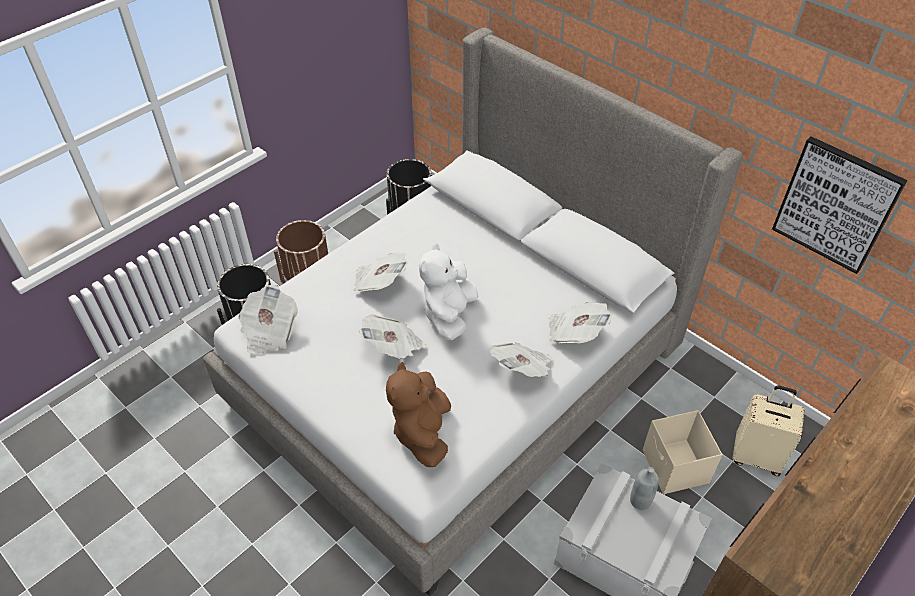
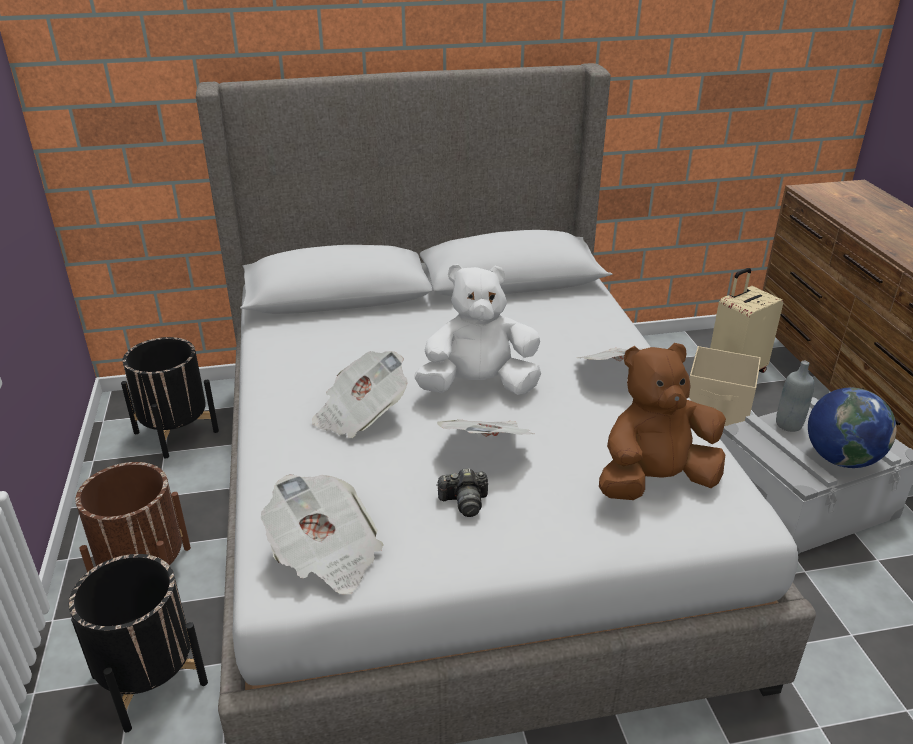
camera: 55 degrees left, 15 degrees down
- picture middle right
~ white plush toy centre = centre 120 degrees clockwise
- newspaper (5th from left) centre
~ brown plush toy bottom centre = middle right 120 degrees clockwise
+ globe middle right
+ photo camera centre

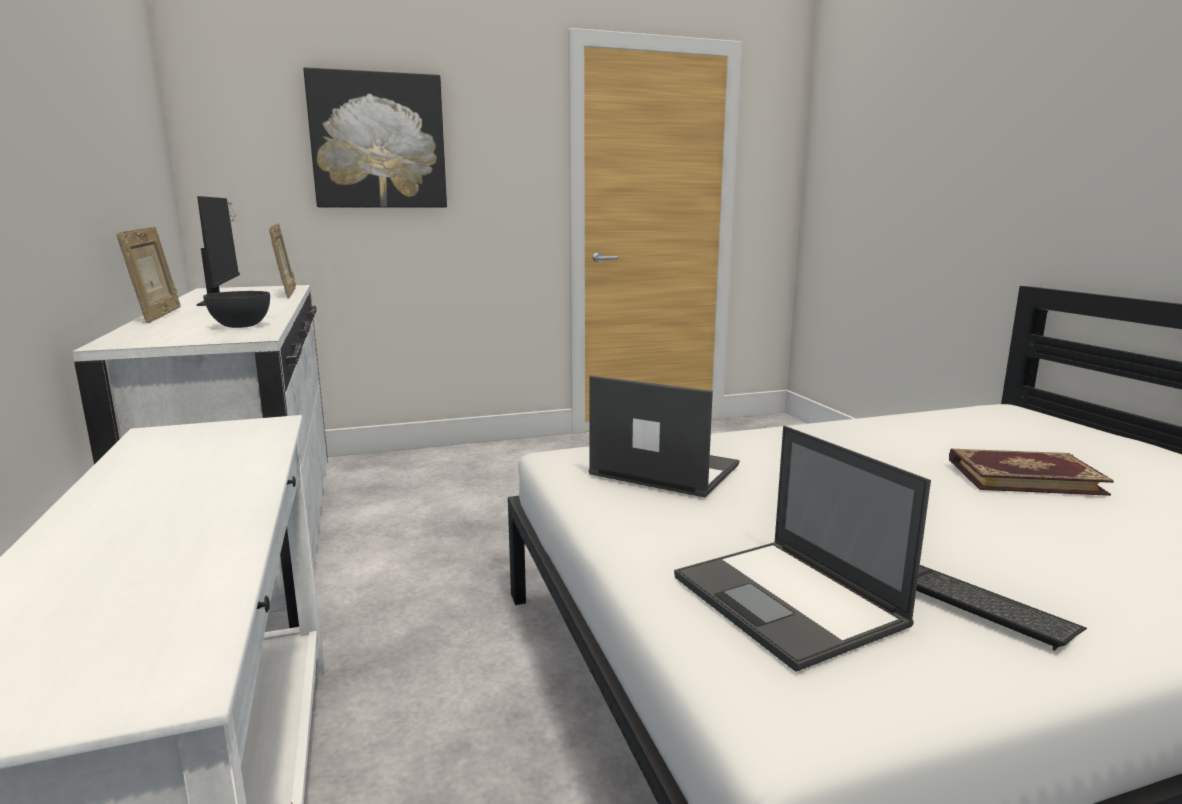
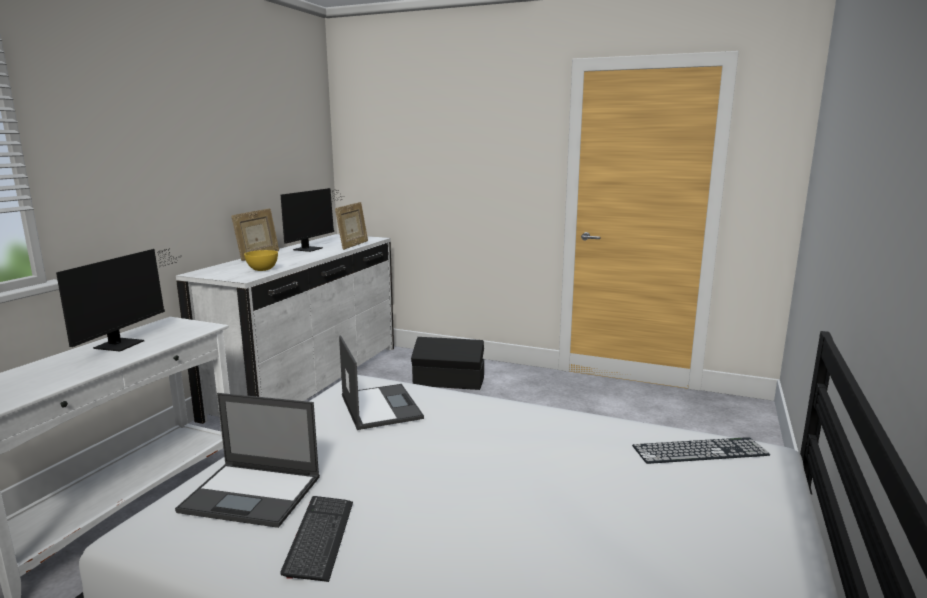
camera: 40 degrees right, 0 degrees up
- picture top left
~ grey bowl middle left to yellow bowl middle left
~ laptop (2nd from left in the first image) bottom right = bottom left 90 degrees counterclockwise
- book middle right
+ monitor (1st from left) middle left
+ black storage box centre
+ keyboard (2nd from left) bottom right

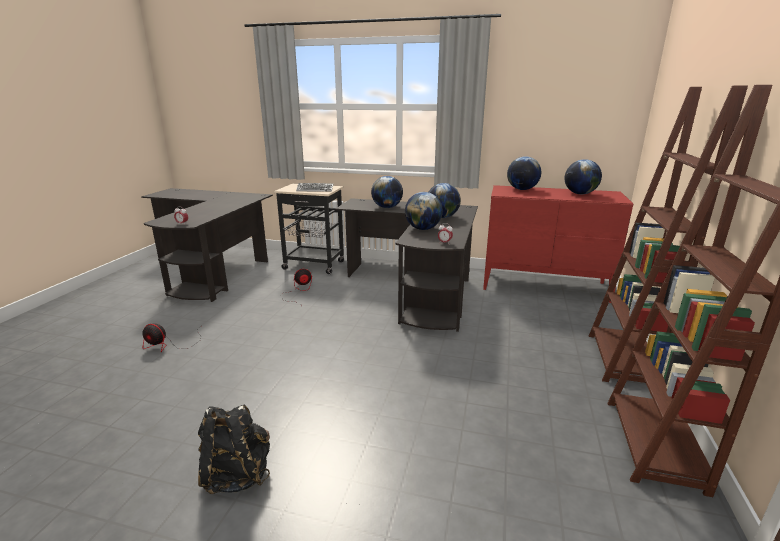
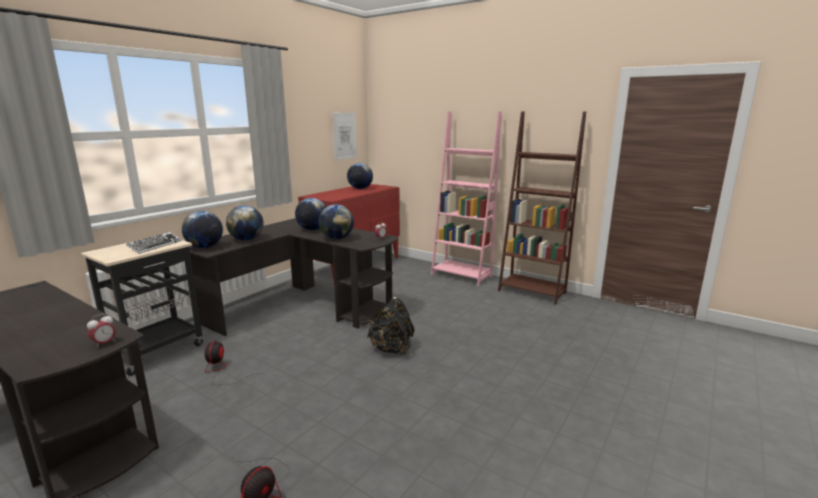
camera: 70 degrees left, 5 degrees down
~ brown bookcase (1st from left) middle right to pink bookcase centre
~ globe (4th from left in the first image) top right to globe (1st from left) middle left
~ black backpack bottom left to centre
+ picture top centre

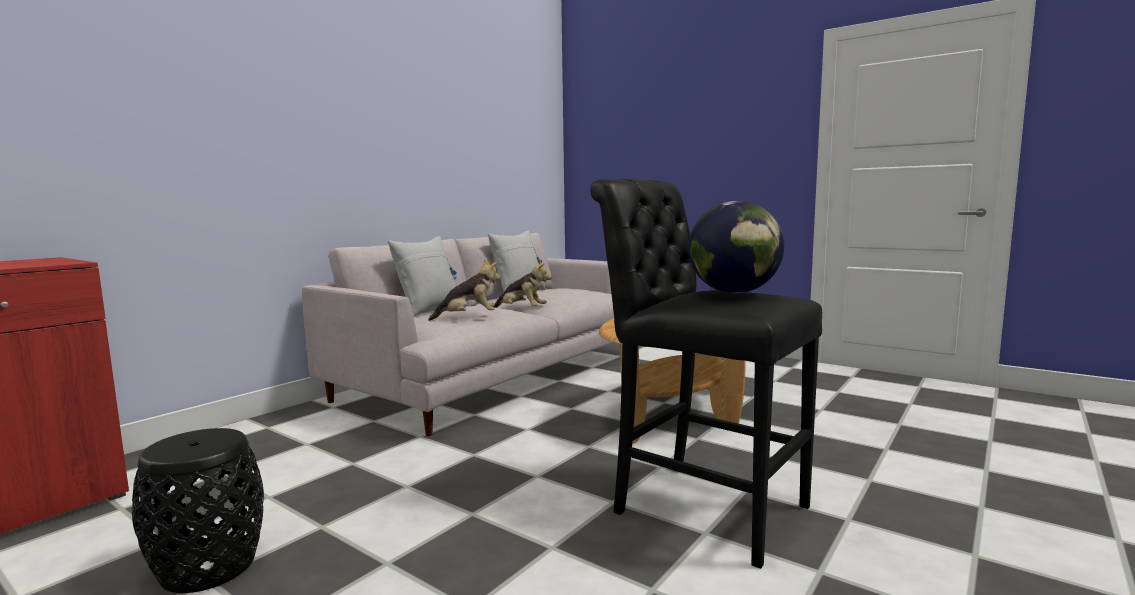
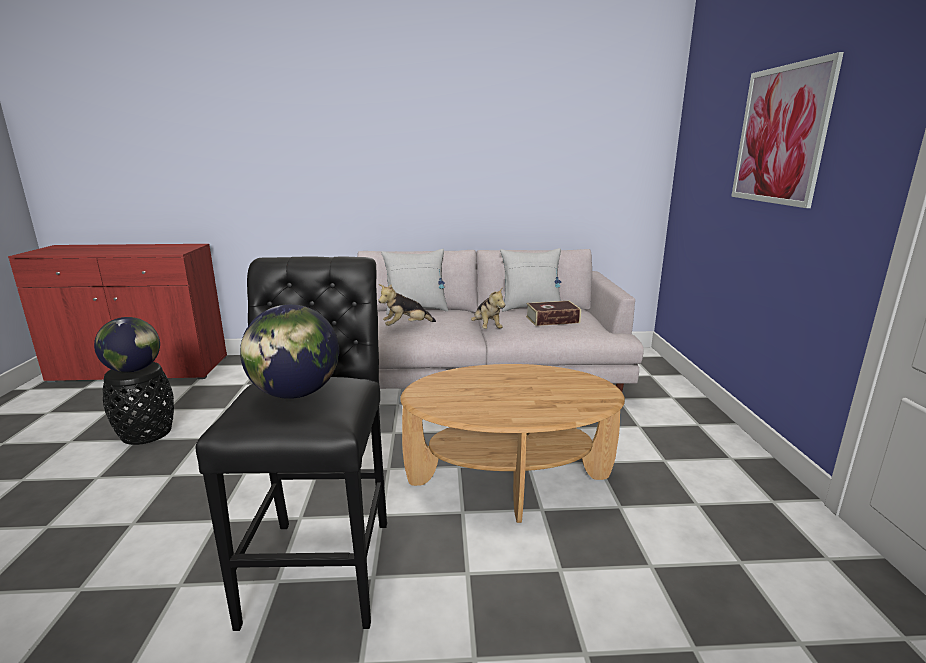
camera: 50 degrees right, 10 degrees up
~ plush toy (1st from left) centre = centre 120 degrees clockwise
+ picture top right
+ book centre
+ globe (1st from left) middle left

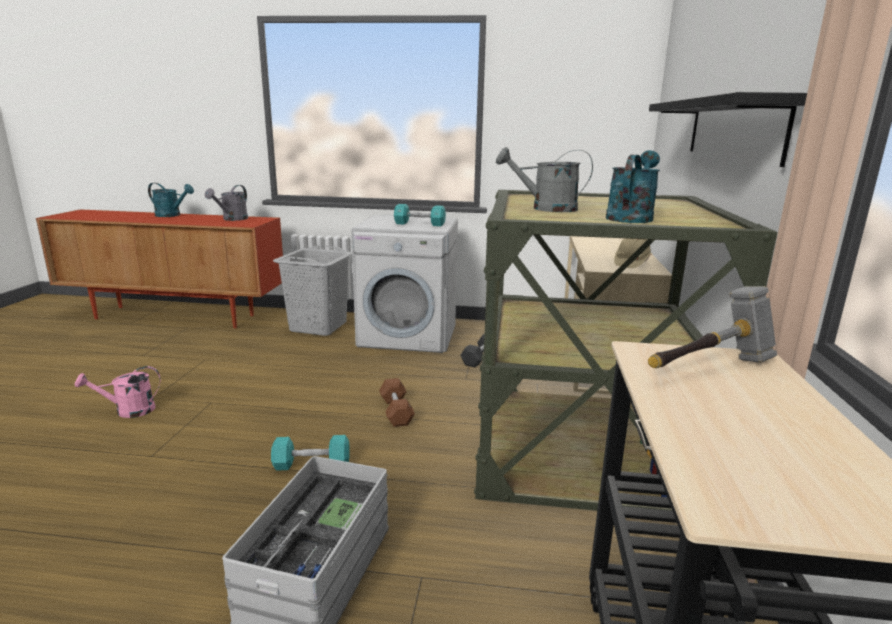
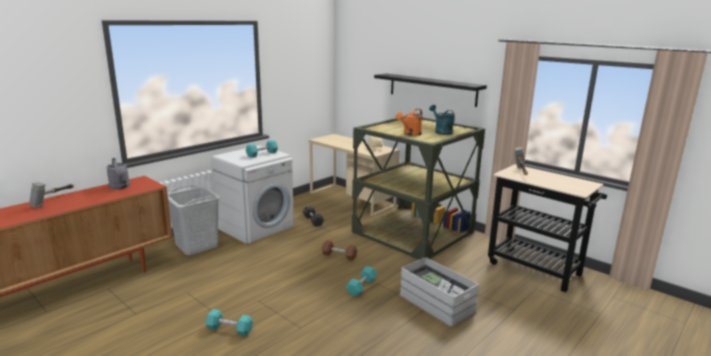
camera: 55 degrees left, 0 degrees up
~ grey watering can (2nd from left) top centre to orange watering can centre
~ turquoise watering can (1st from left) top left to hammer (1st from left) middle left
~ pink watering can middle left to turquoise dumbbell (1st from left) bottom left

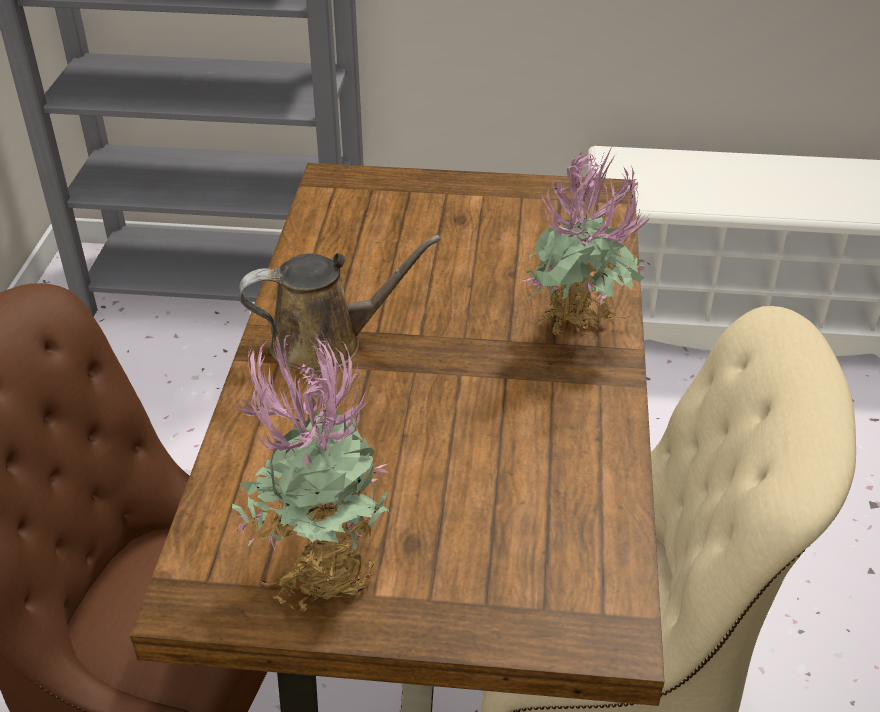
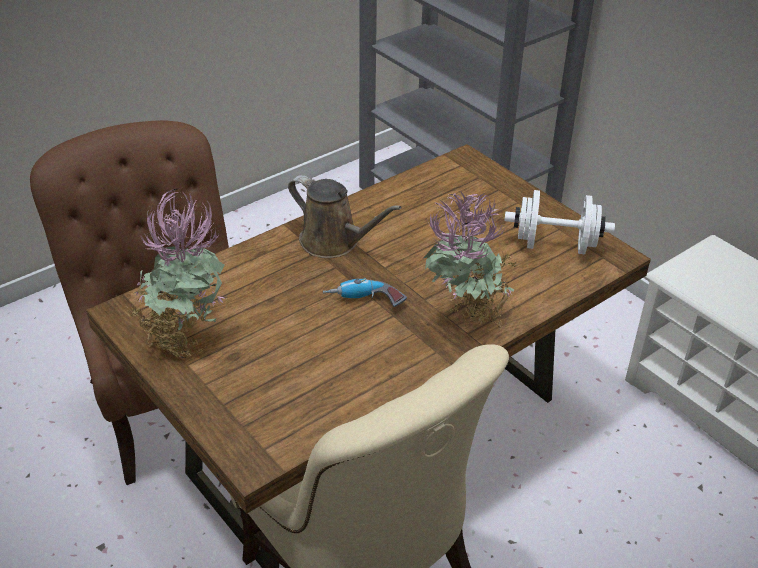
camera: 45 degrees right, 0 degrees up
+ white dumbbell middle right
+ power drill centre

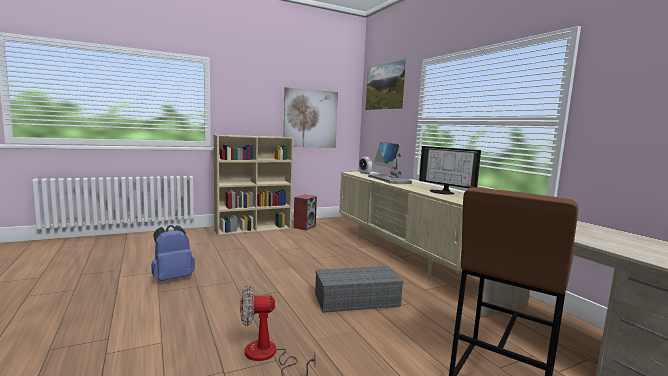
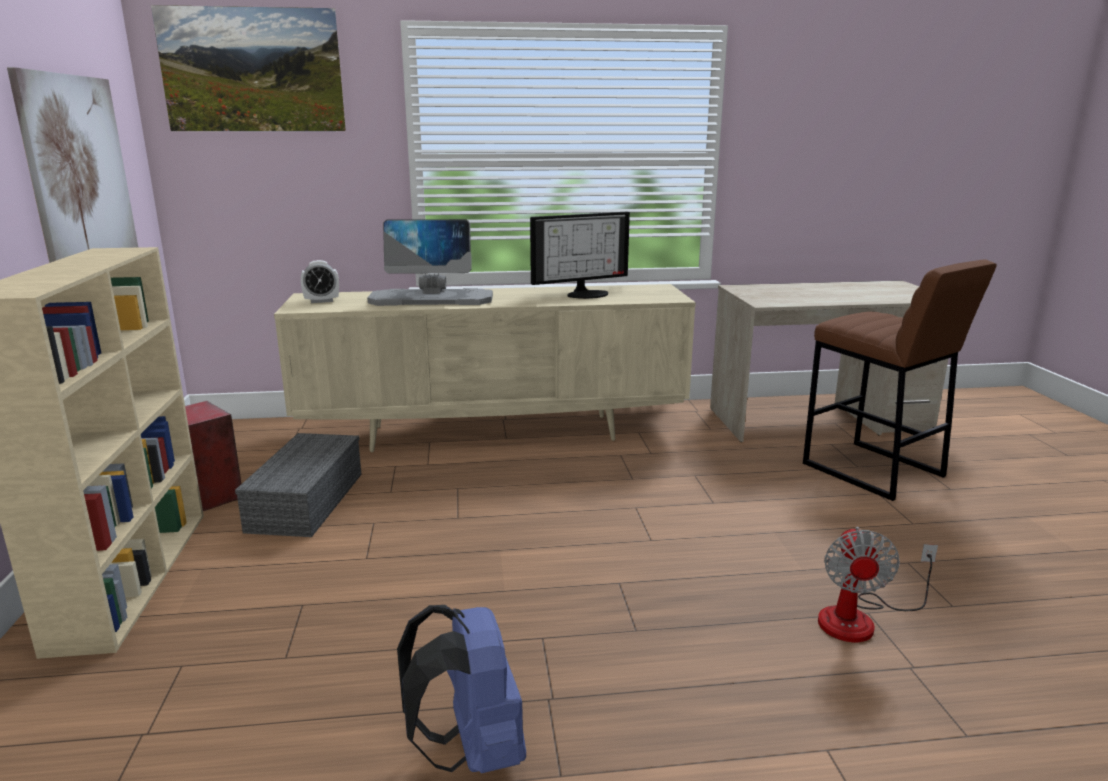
camera: 70 degrees left, 10 degrees up
~ grey storage box bottom centre to middle left

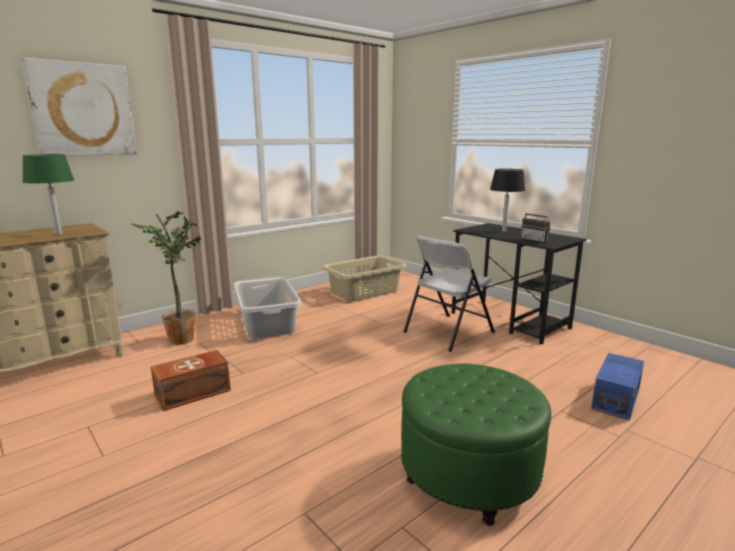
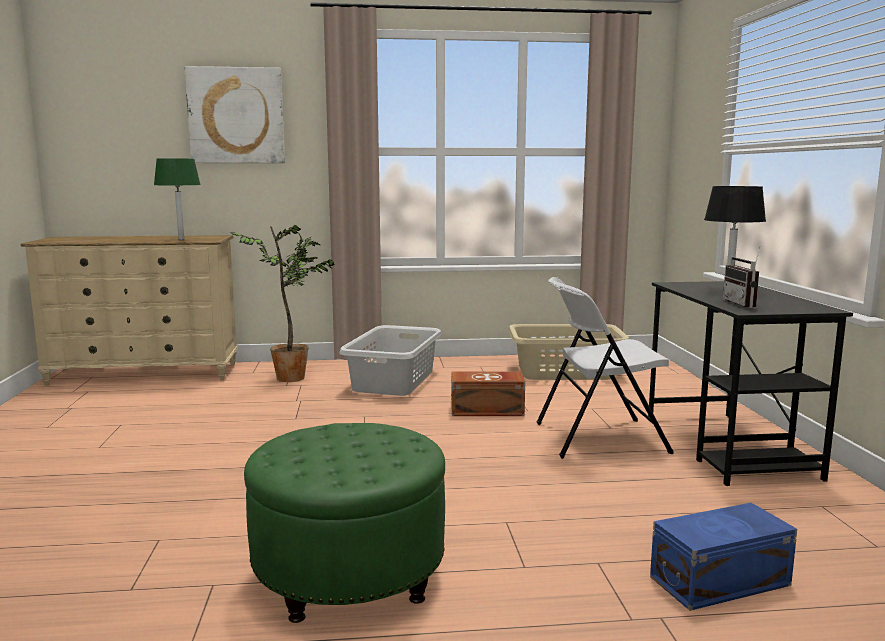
camera: 35 degrees right, 5 degrees down
~ brown storage box bottom left to centre

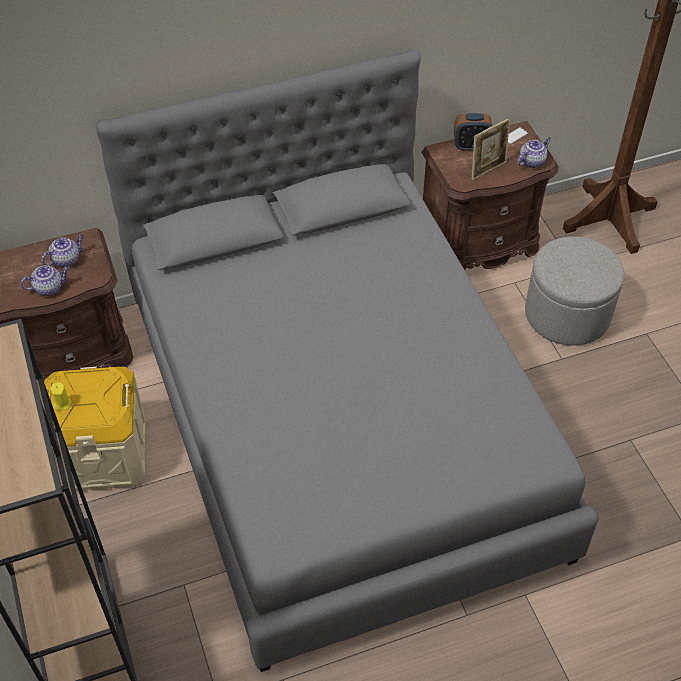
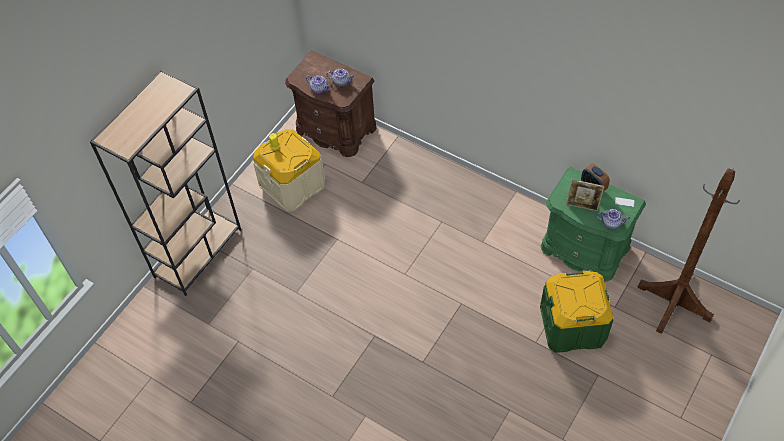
camera: 55 degrees right, 5 degrees up
- grey bed centre
~ brown nightstand (2nd from left) top right to green nightstand middle right
~ grey ottoman middle right to green storage box bottom right

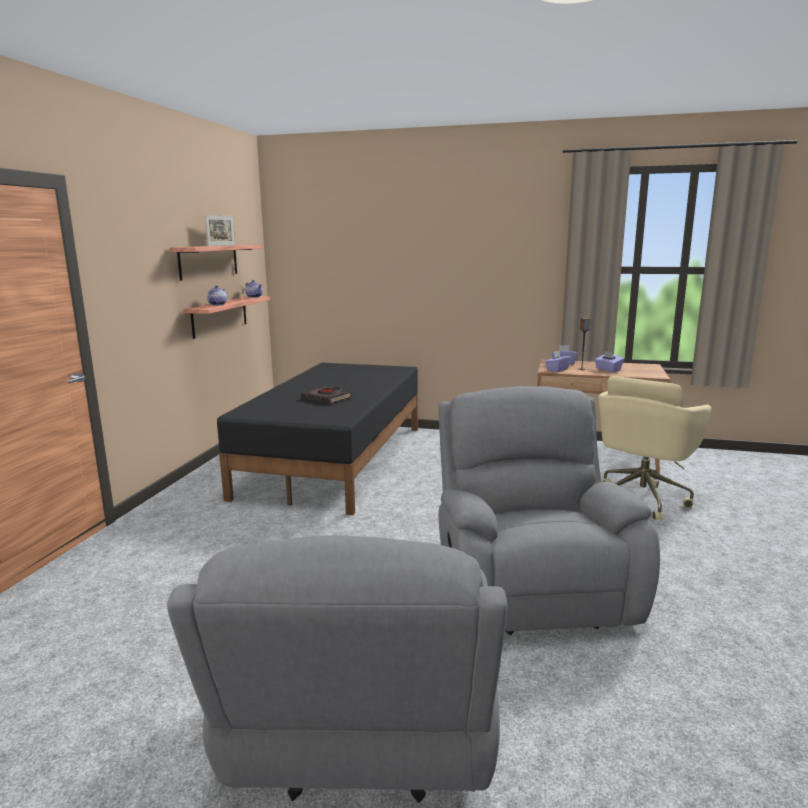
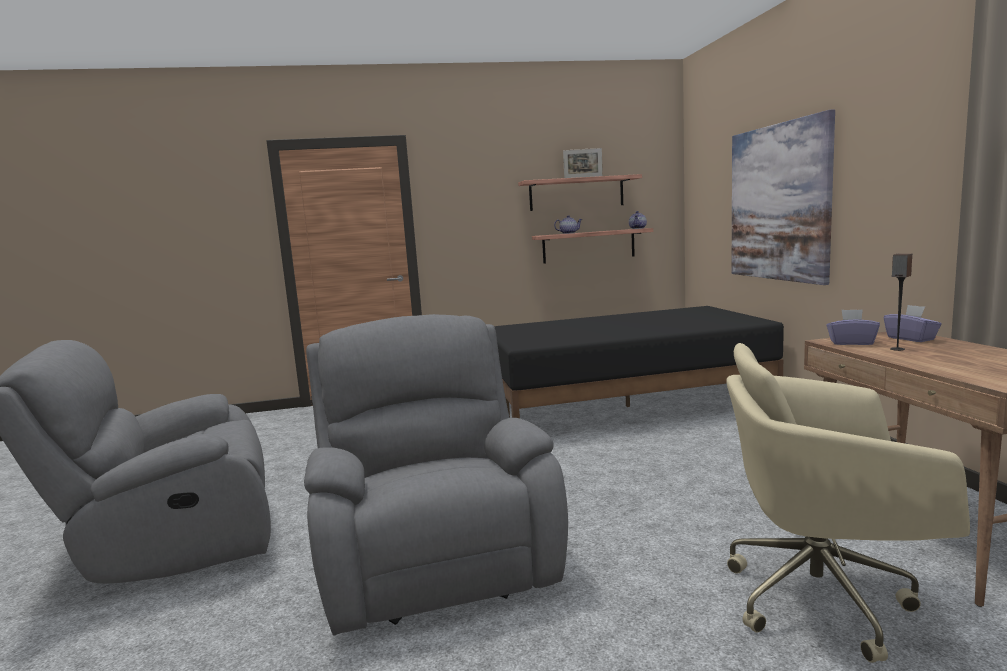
camera: 65 degrees right, 5 degrees down
- purple tissue box (3rd from left) middle right
- black book centre
~ grey armchair (2nd from left) middle right = bottom centre 75 degrees counterclockwise
+ picture top right

